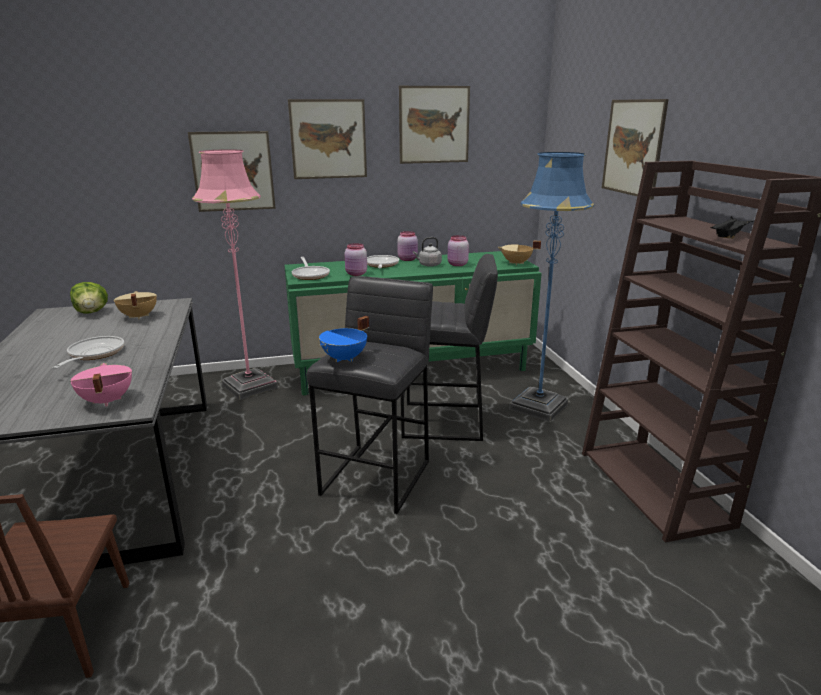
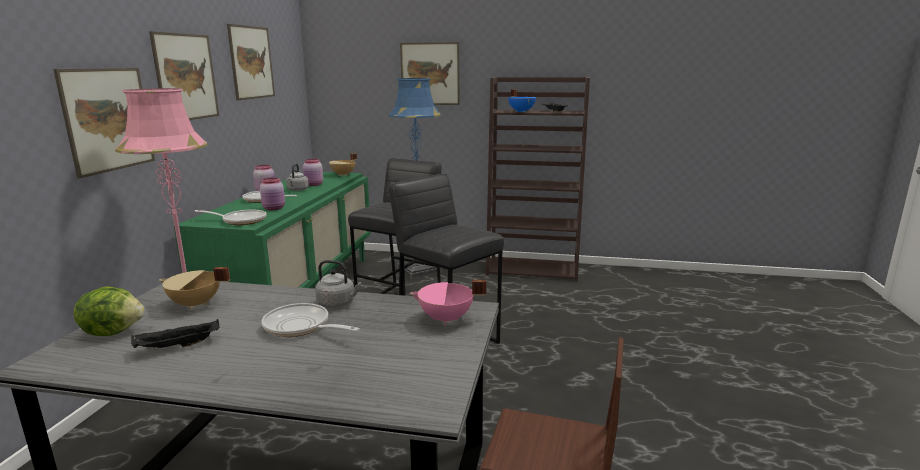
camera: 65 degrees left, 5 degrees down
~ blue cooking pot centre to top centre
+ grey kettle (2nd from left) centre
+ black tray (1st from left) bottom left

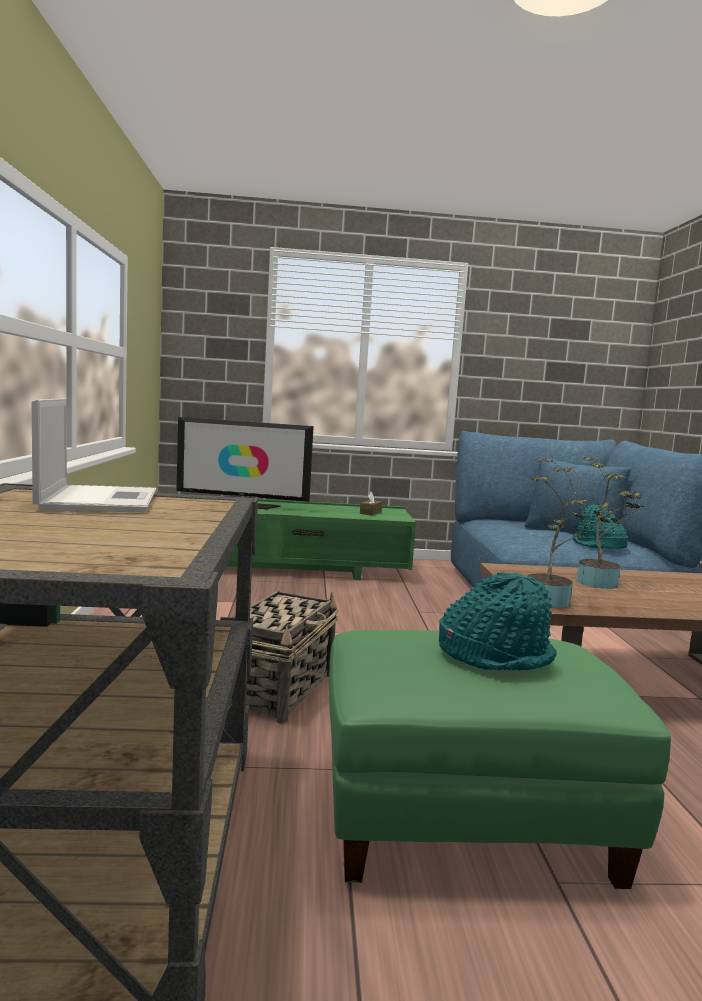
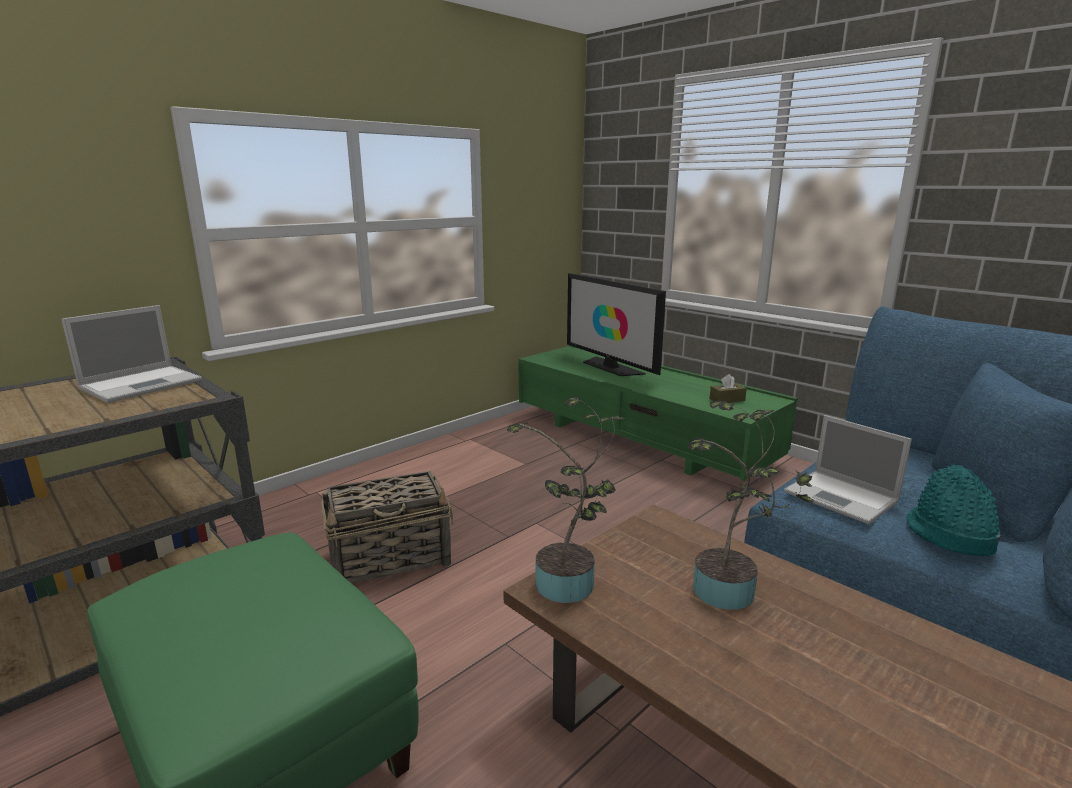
camera: 50 degrees right, 10 degrees up
- turquoise hat (1st from left) middle right
+ laptop (2nd from left) middle right

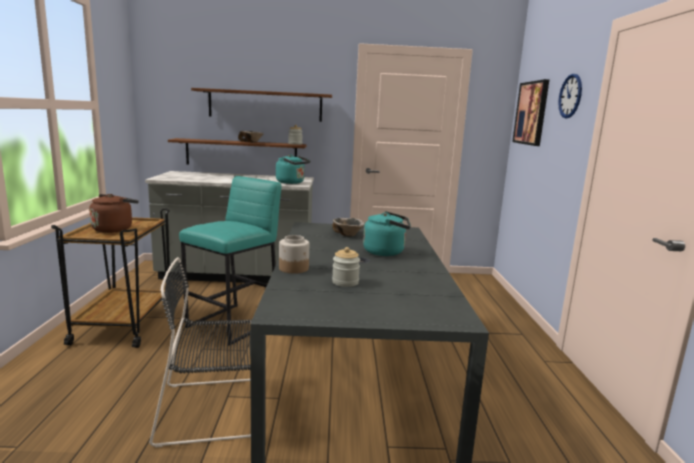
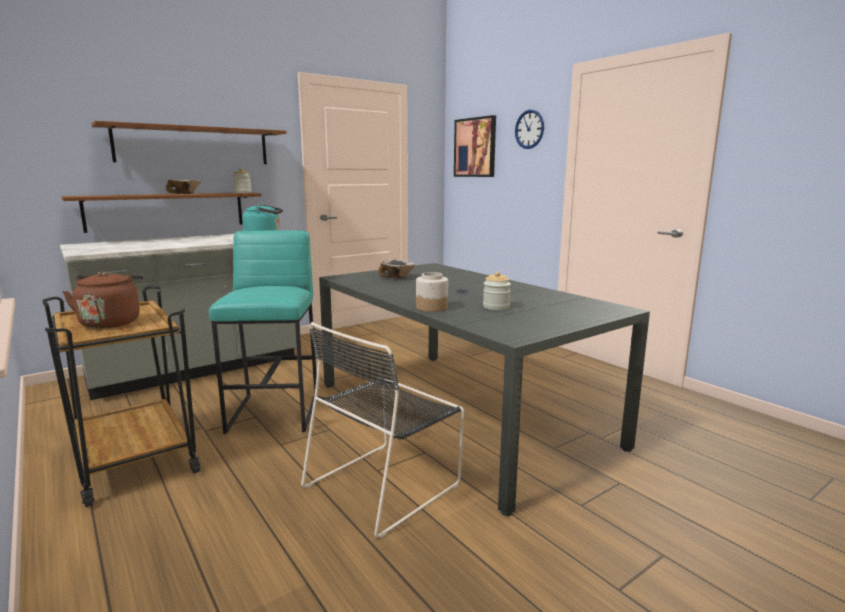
camera: 35 degrees left, 0 degrees up
- turquoise kettle (2nd from left) centre

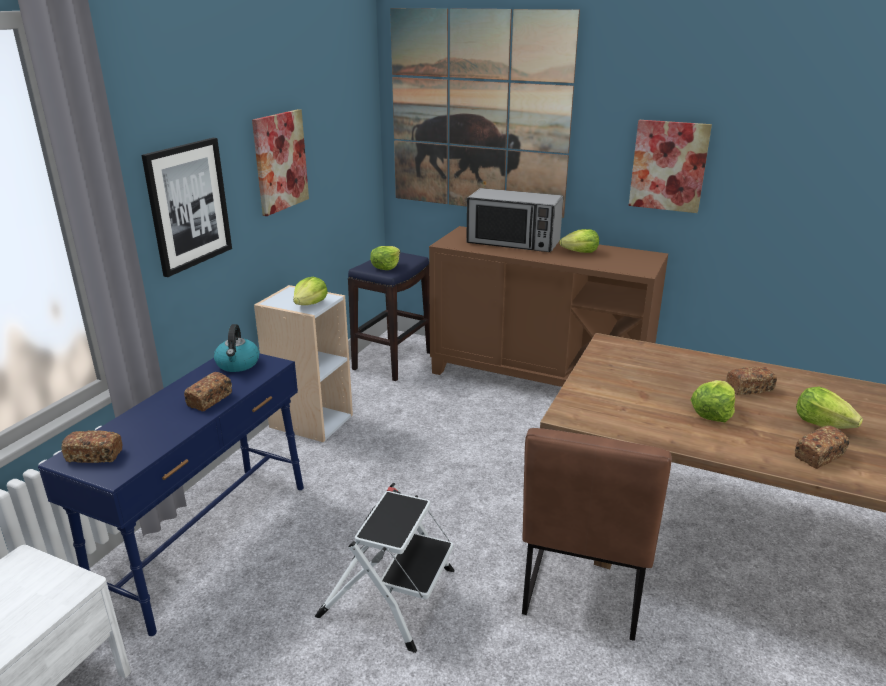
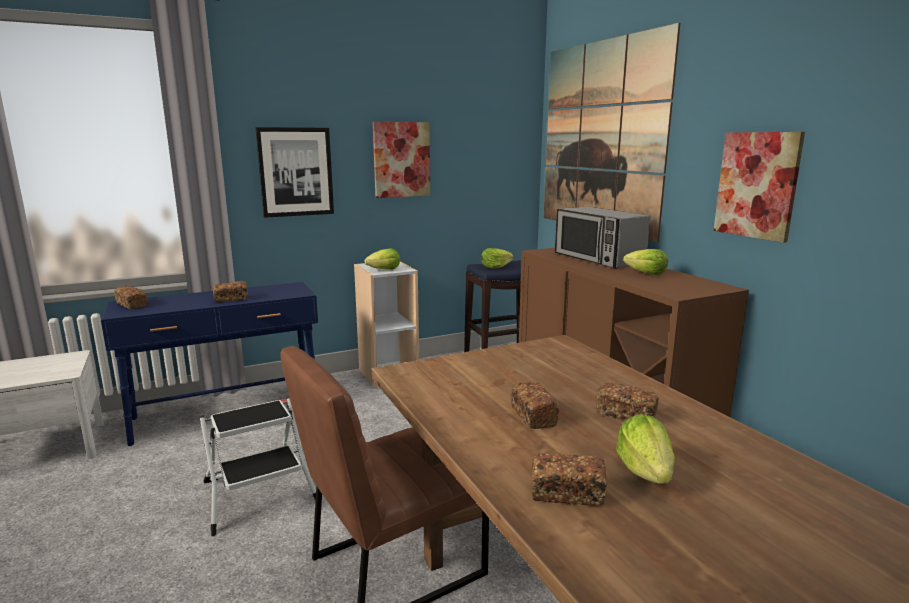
camera: 40 degrees right, 10 degrees down
- kettle middle left
~ lettuce (4th from left) middle right to bread (3rd from left) bottom centre

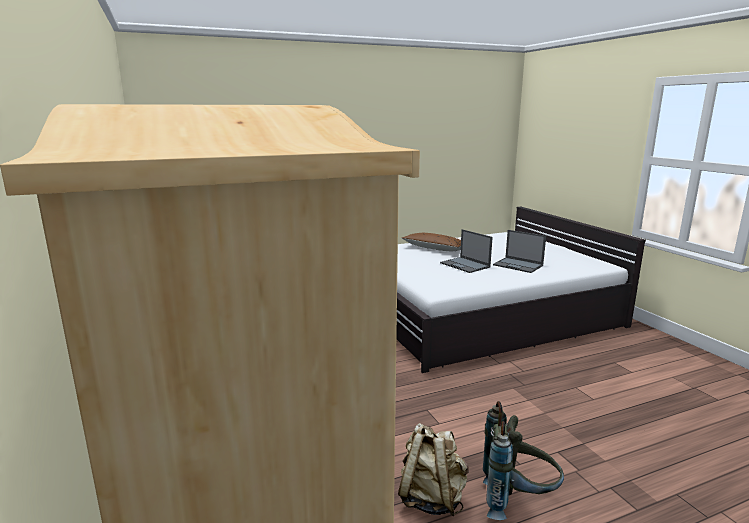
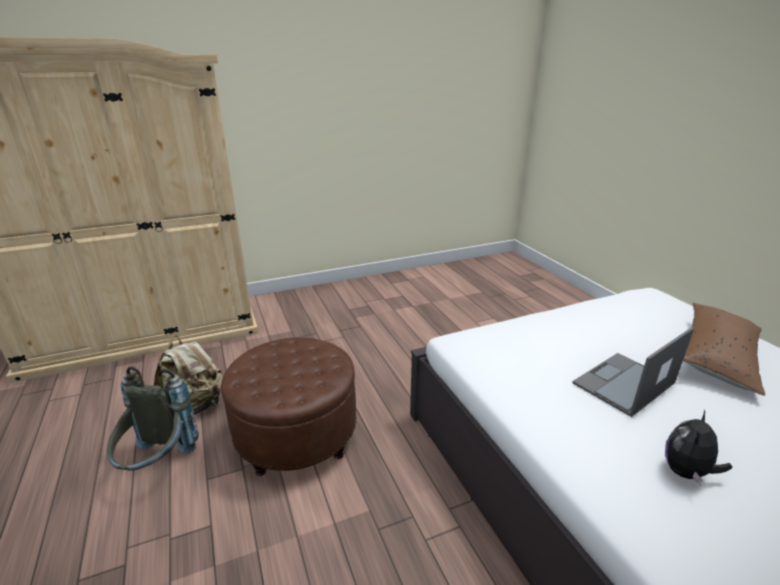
camera: 90 degrees right, 10 degrees up
~ laptop (2nd from left) middle right to plush toy bottom right
+ brown ottoman bottom centre

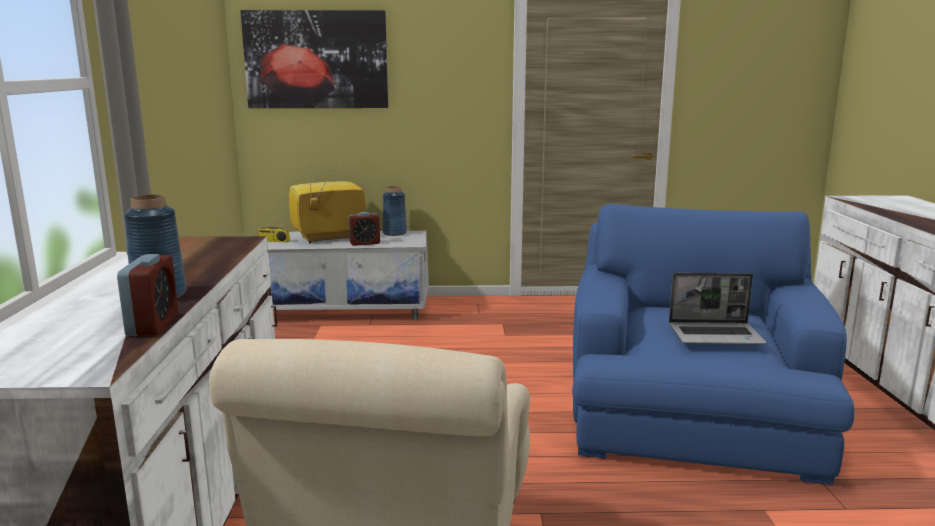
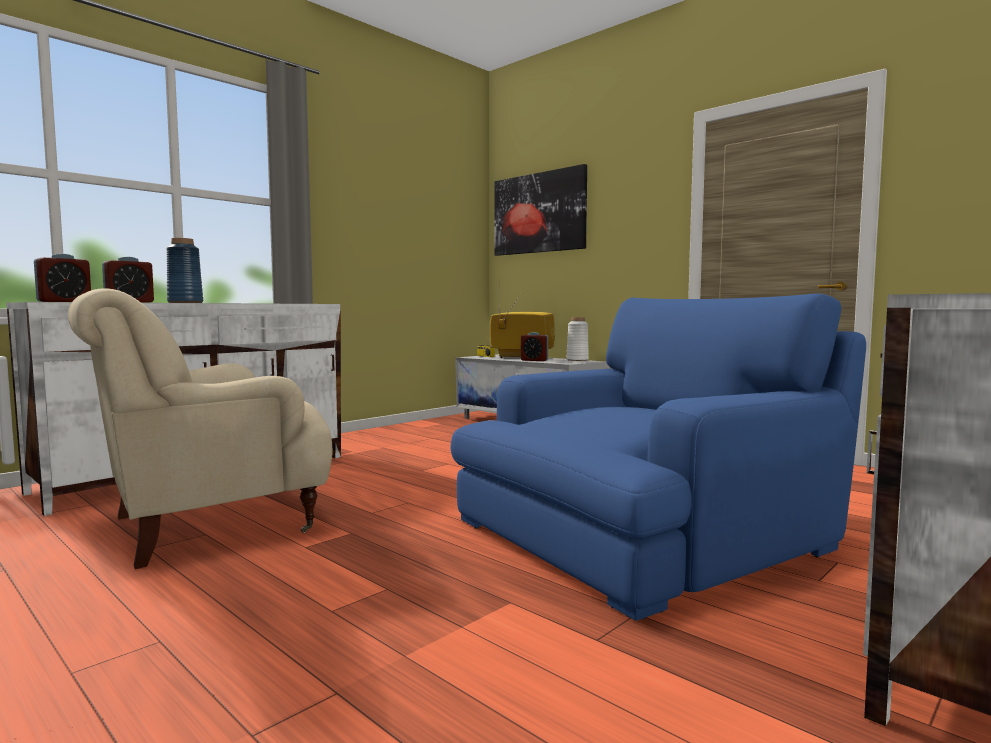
camera: 45 degrees right, 10 degrees down
~ blue vase (2nd from left) centre to white vase centre
- laptop middle right
+ alarm clock (1st from left) middle left

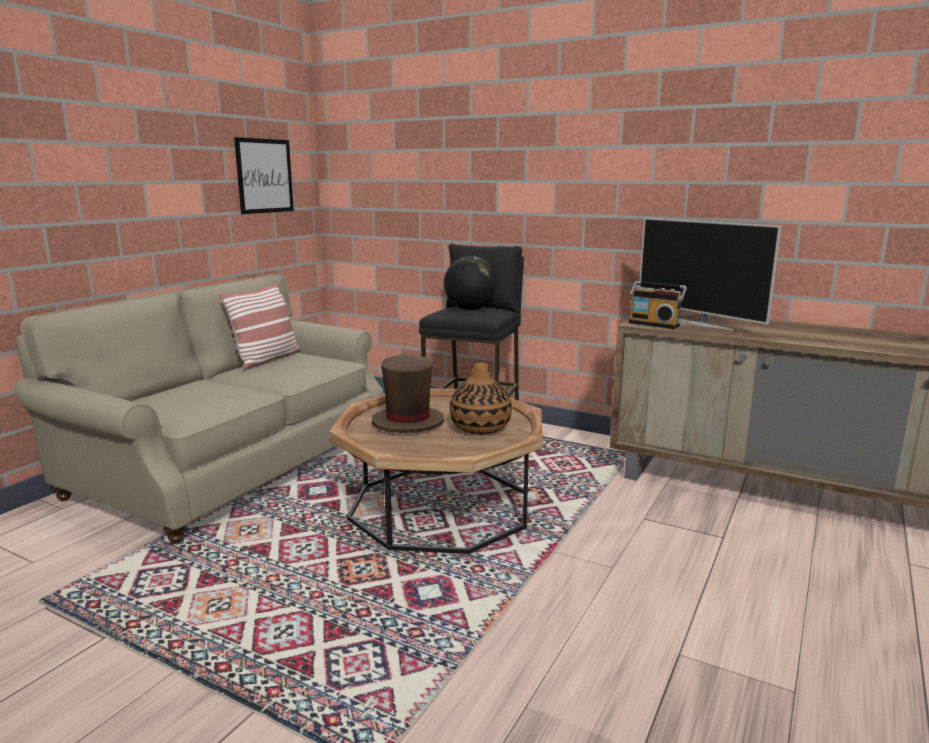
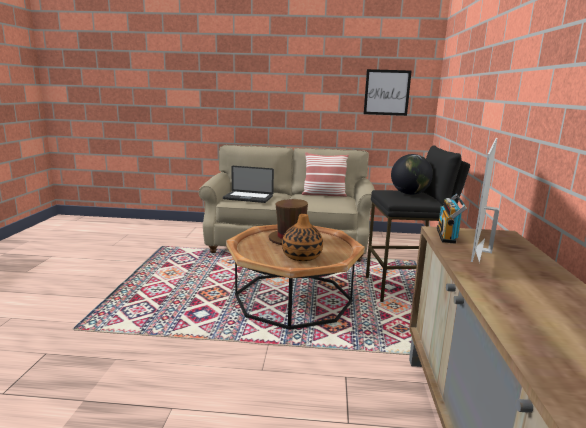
camera: 65 degrees right, 0 degrees up
+ laptop centre

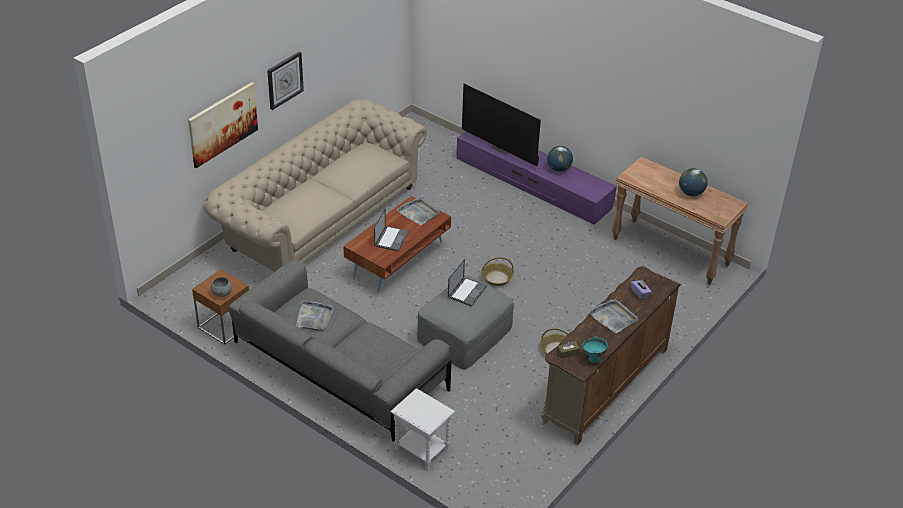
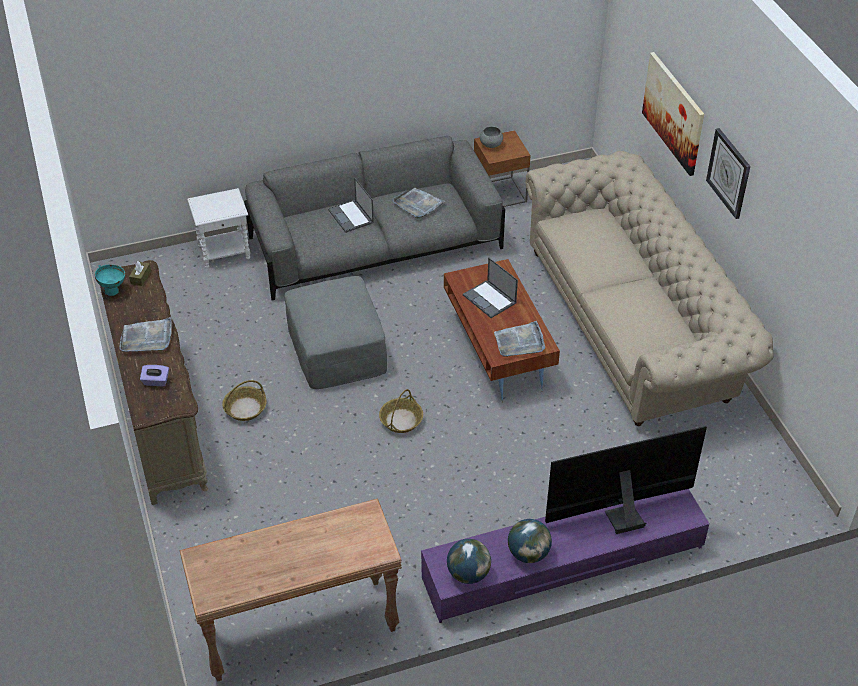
camera: 125 degrees right, 5 degrees up
~ globe (2nd from left in the first image) middle right to globe (1st from left) bottom centre
~ laptop (2nd from left in the first image) centre to laptop (1st from left) top centre

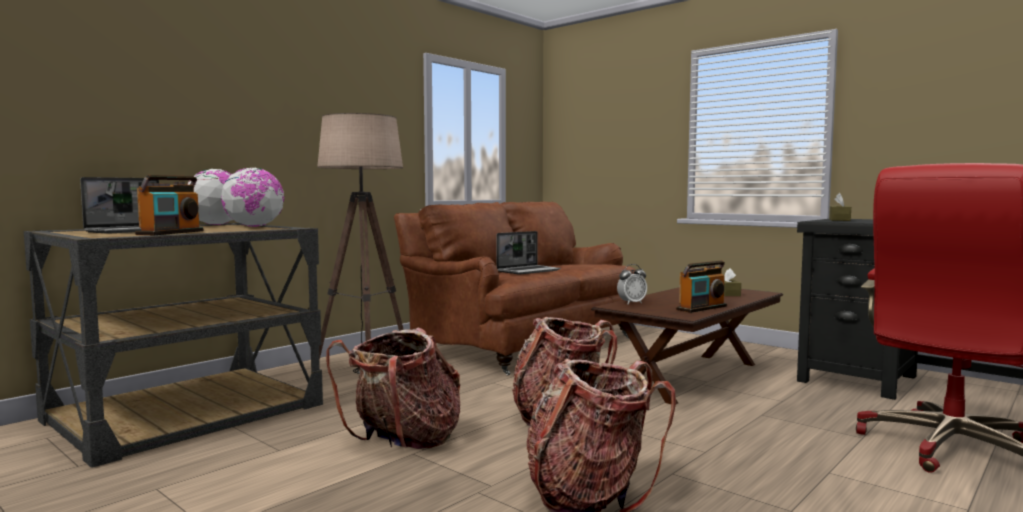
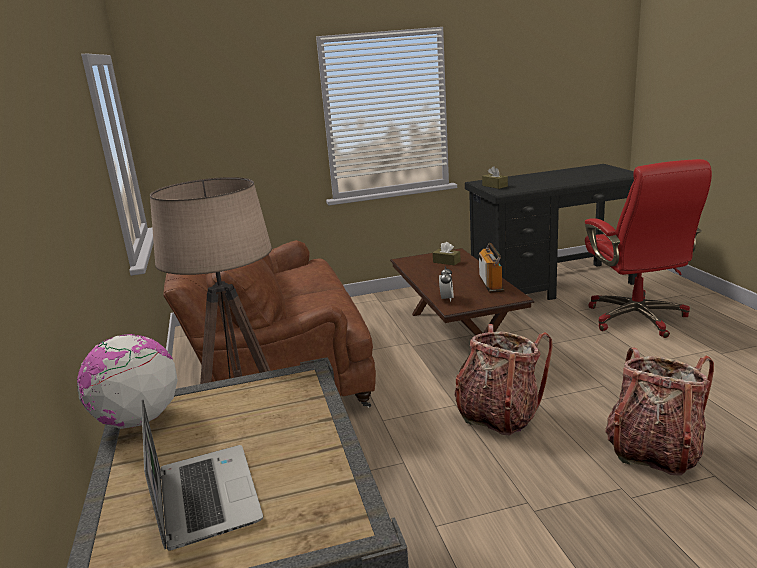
camera: 55 degrees left, 15 degrees up
- globe (2nd from left) middle left
- radio (1st from left) middle left
- laptop (2nd from left) centre
- backpack (1st from left) bottom centre

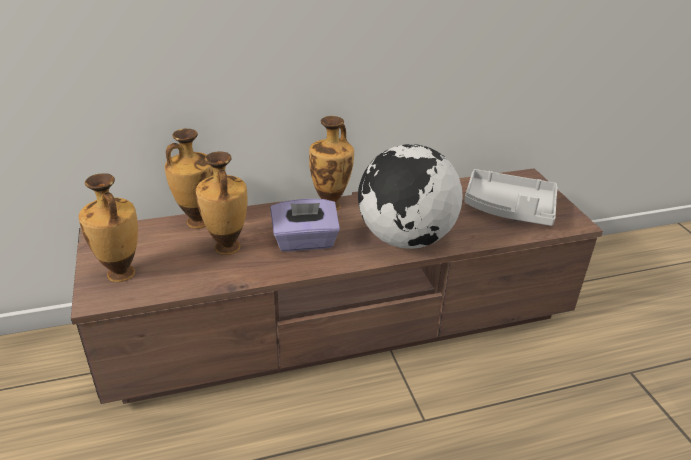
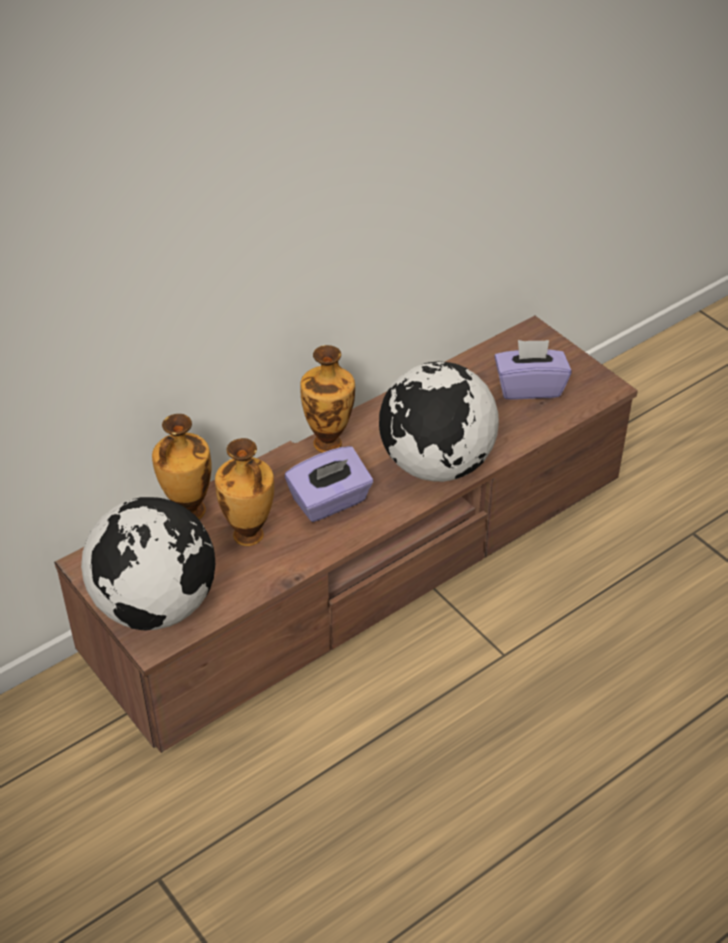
camera: 20 degrees left, 10 degrees up
~ grey tray middle right to purple tissue box (2nd from left) middle right
~ vase (1st from left) middle left to globe (1st from left) middle left

